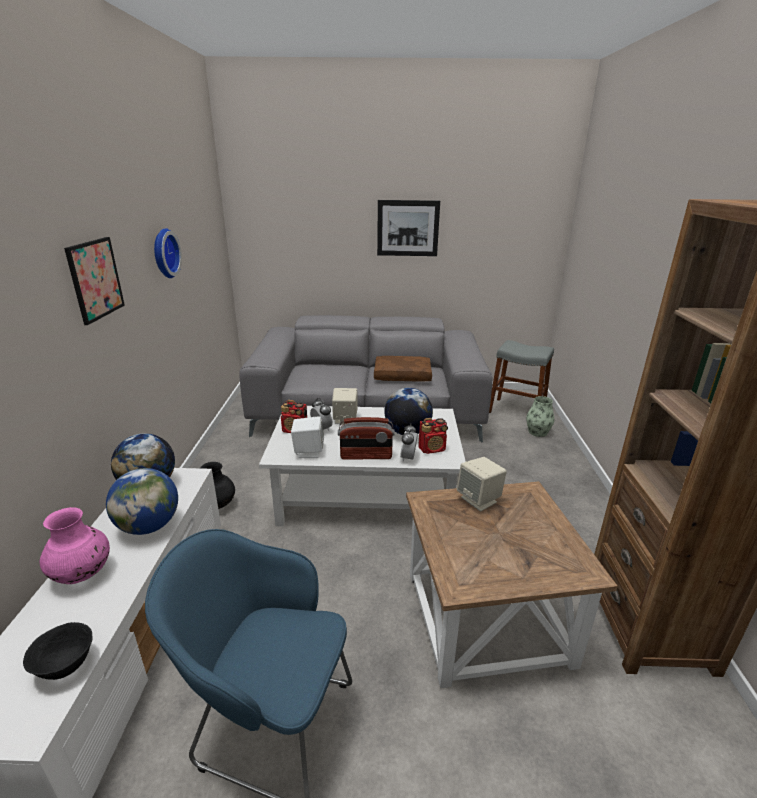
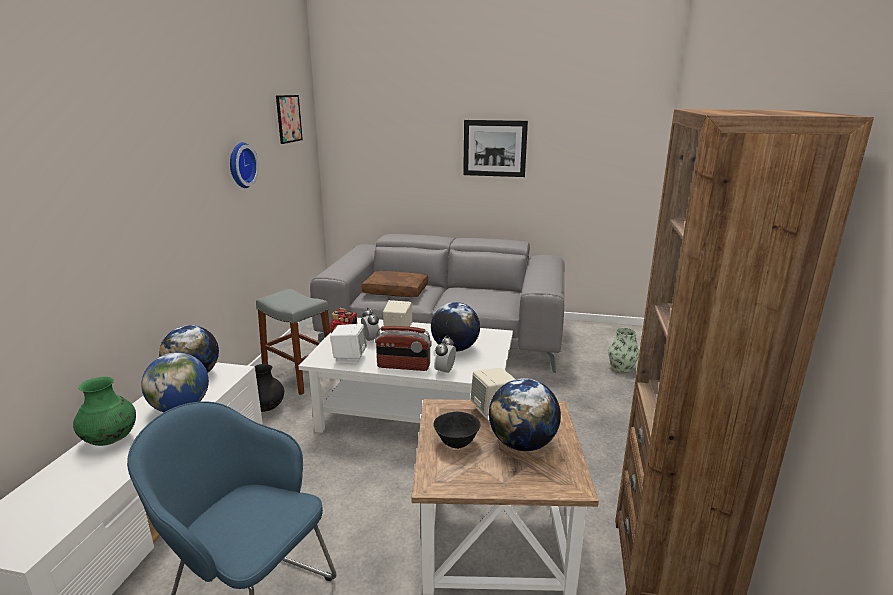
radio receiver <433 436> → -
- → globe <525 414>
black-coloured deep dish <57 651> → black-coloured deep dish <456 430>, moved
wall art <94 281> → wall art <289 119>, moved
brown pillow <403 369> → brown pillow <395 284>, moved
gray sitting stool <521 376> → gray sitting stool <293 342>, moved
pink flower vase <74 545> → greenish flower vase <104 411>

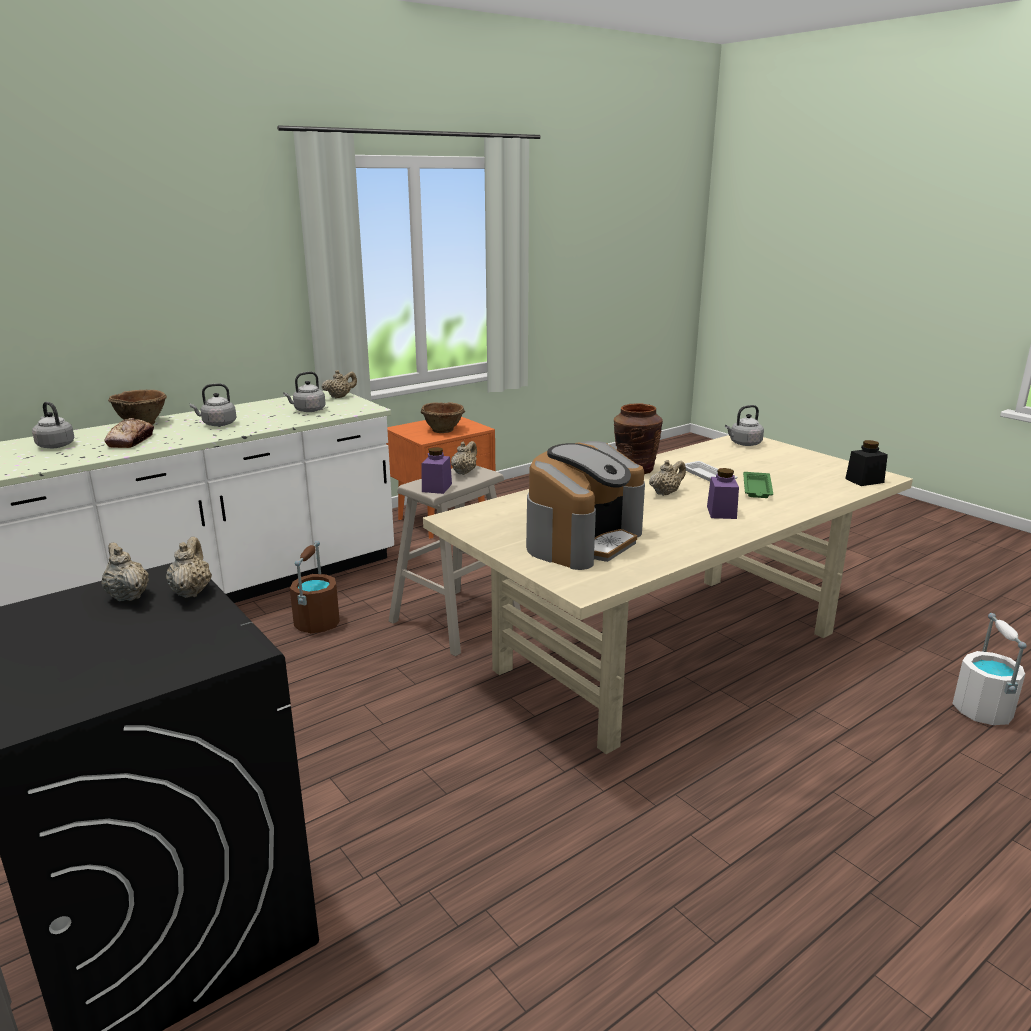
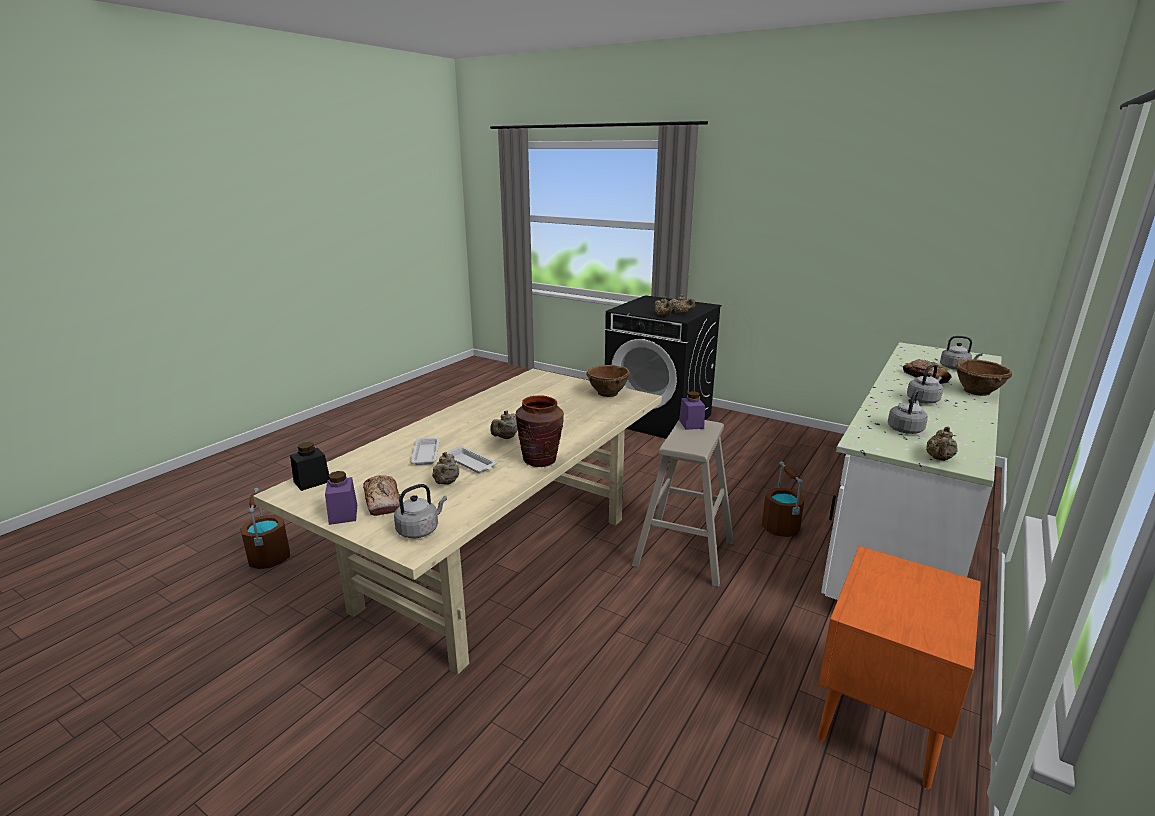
coffee machine <585 505> → -
- → baked bread <381 495>
brown deep dish <443 417> → brown deep dish <608 381>, moved
sand-coloured pot for tea <464 458> → sand-coloured pot for tea <445 468>, moved
purplish storage jar <723 493> → purplish storage jar <341 498>, moved
greenish serving tray <758 485> → whitish serving tray <425 451>
whitish pail <989 669> → brown pail <265 528>

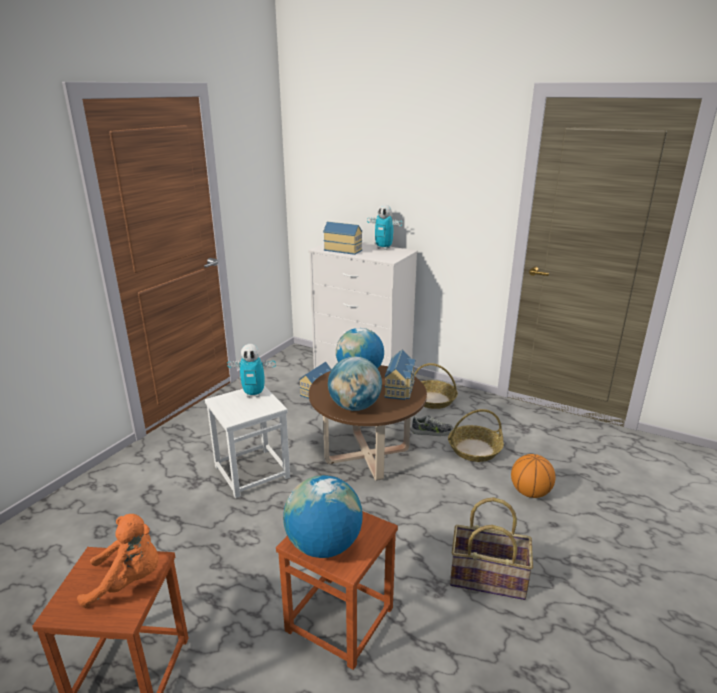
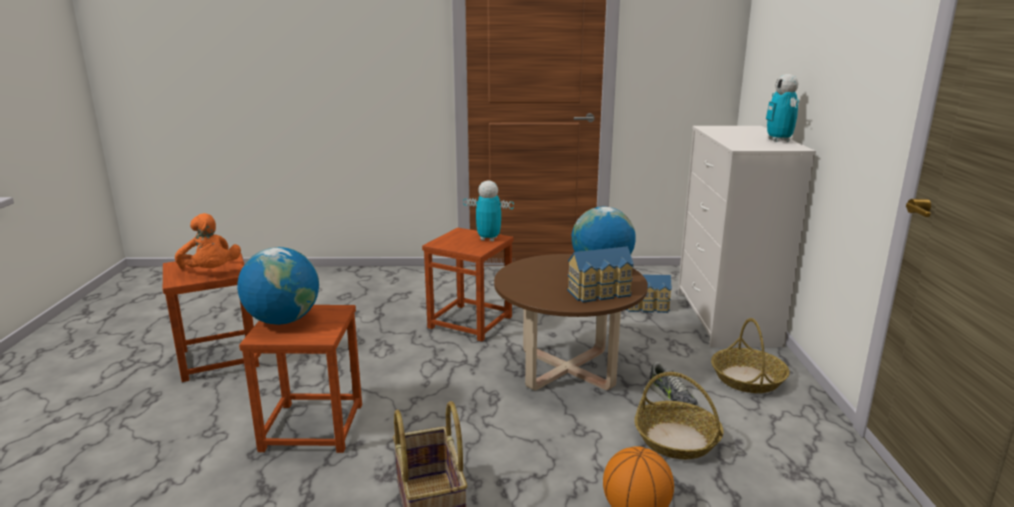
toy house <342 238> → -
globe <355 384> → -
whitish sitting stool <247 442> → brown sitting stool <468 284>
toy robot <251 370> → toy robot <488 210>, 135 degrees clockwise

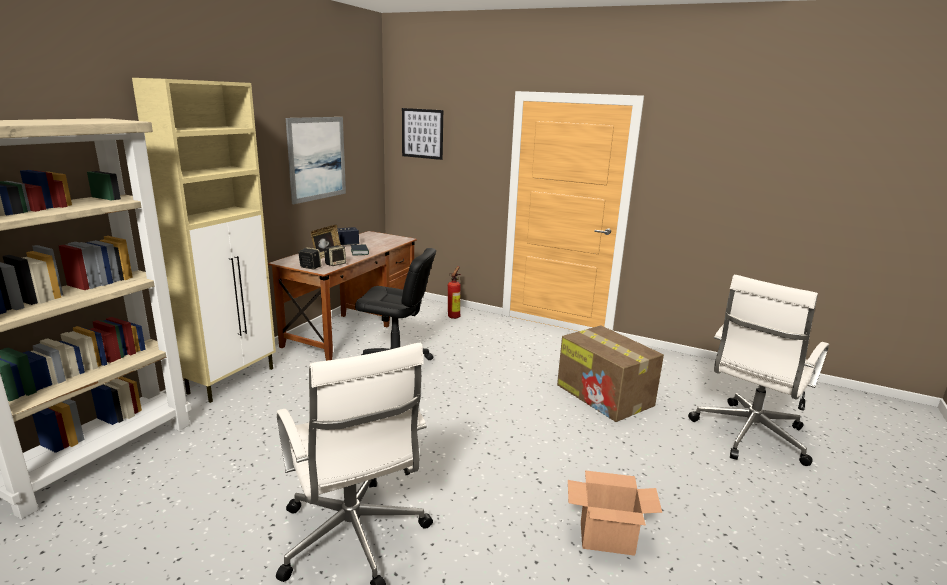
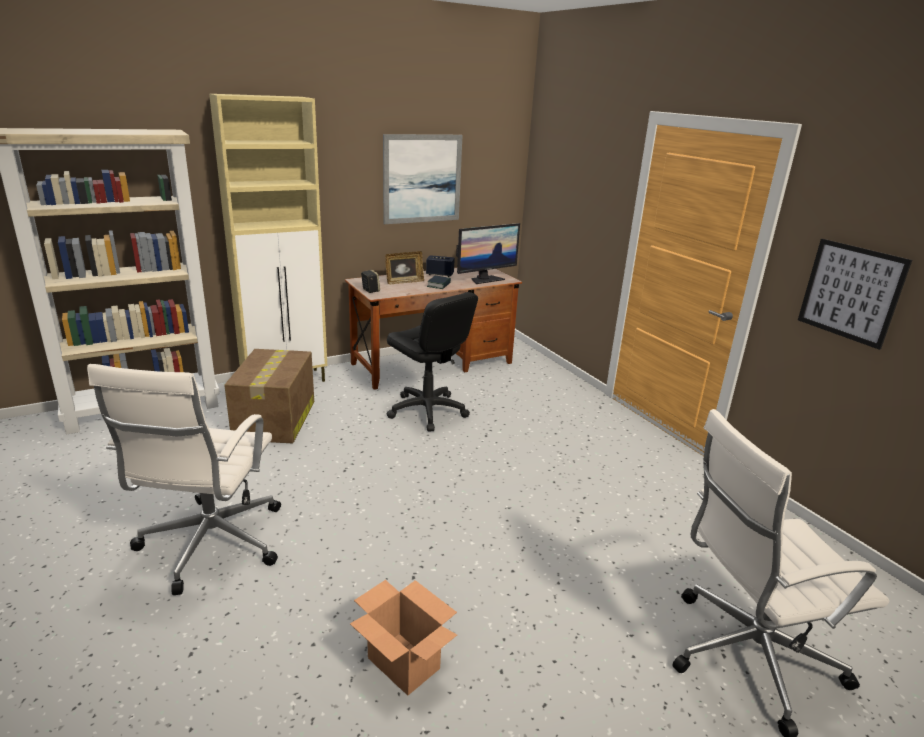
audio speaker <335 255> → -
fire extinguisher <454 293> → -
- → monitor <488 253>
wall art <422 134> → wall art <855 294>, moved
carton <610 373> → carton <269 396>, moved

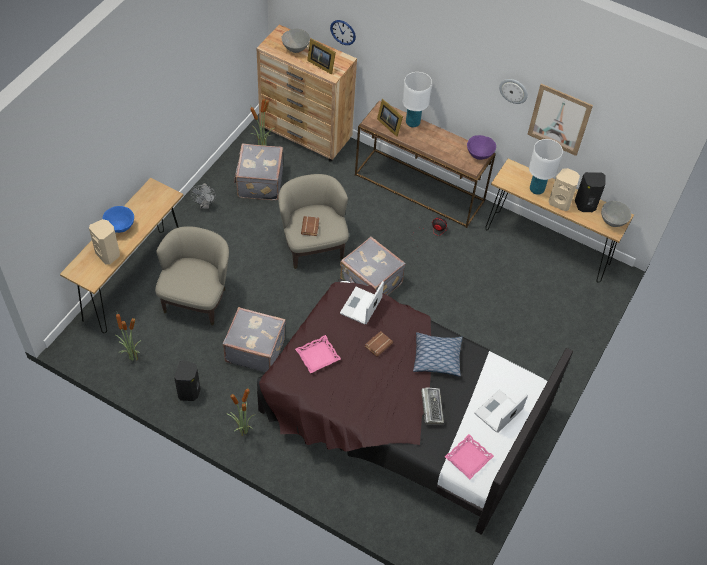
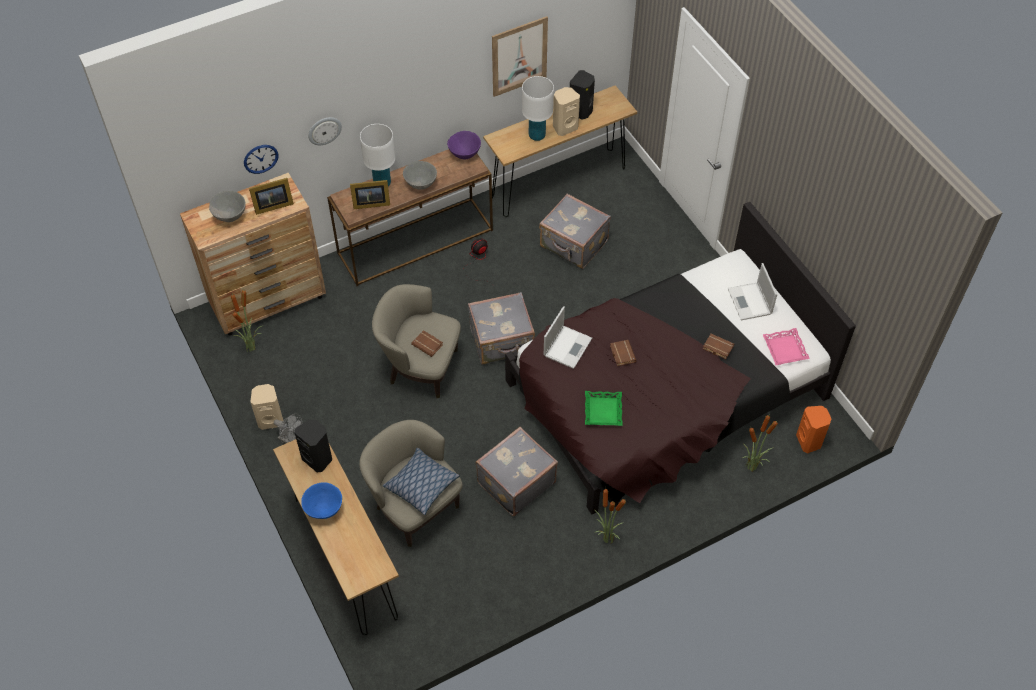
- → orange-coloured audio speaker <813 429>
sand-coloured audio speaker <104 242> → sand-coloured audio speaker <267 407>, moved
plant in a pot <129 337> → plant in a pot <760 442>, moved
black-coloured audio speaker <187 380> → black-coloured audio speaker <313 446>, moved
gray travel case <258 171> → gray travel case <575 231>, moved
pillow <437 354> → pillow <421 481>, moved
hanging clock <513 91> → hanging clock <325 131>, moved
gray deep dish <616 214> → gray deep dish <420 175>, moved
PC keyboard <432 406> → brown volume <718 346>
pink serving tray <318 354> → greenish serving tray <604 408>
notebook computer <362 303> → notebook computer <568 337>, 120 degrees counterclockwise

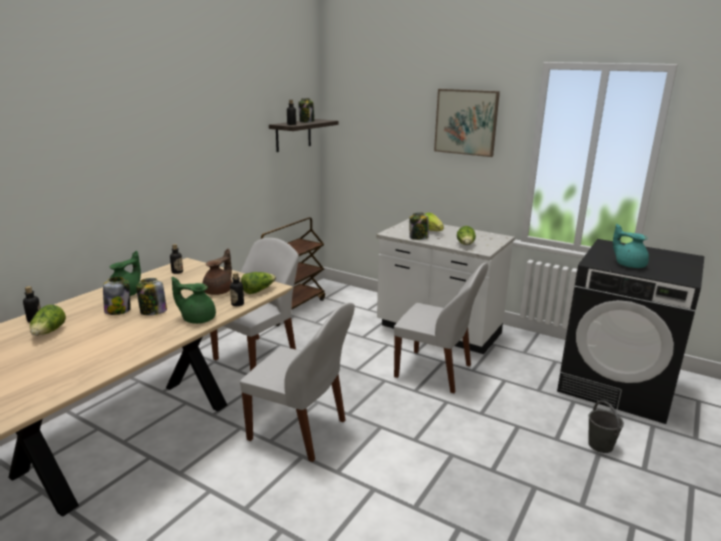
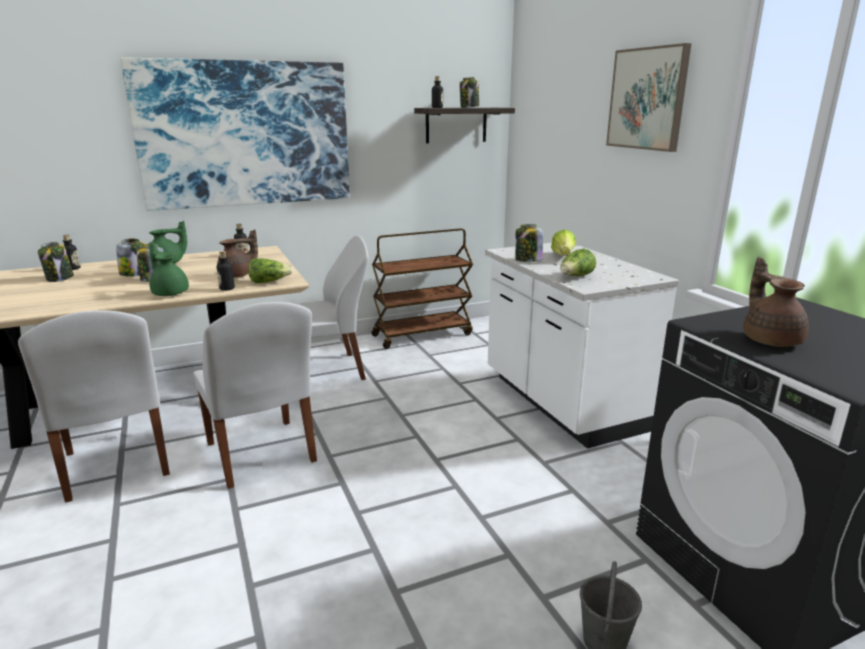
- → wall art <235 134>
whitish chair <441 327> → whitish chair <94 407>, moved
lettuce head <48 320> → storage jar <56 262>
turquoise pot for tea <631 246> → brown pot for tea <776 302>

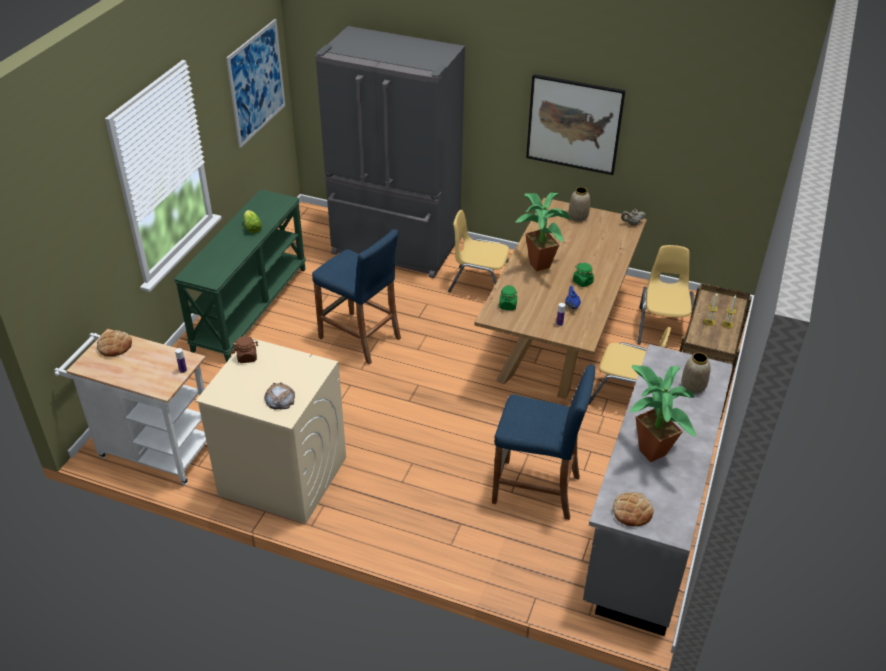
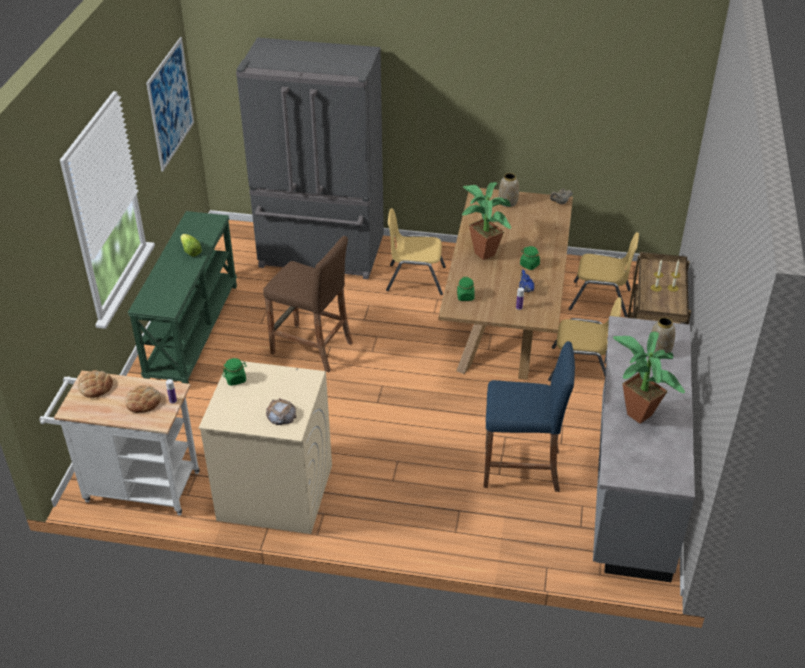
wall art <576 124> → -
baked bread <633 509> → baked bread <143 399>, moved
brown storage jar <245 349> → greenish storage jar <234 372>
blue sitting stool <356 297> → brown sitting stool <308 304>
yellow-coloured chair <666 295> → yellow-coloured chair <604 274>, 105 degrees clockwise

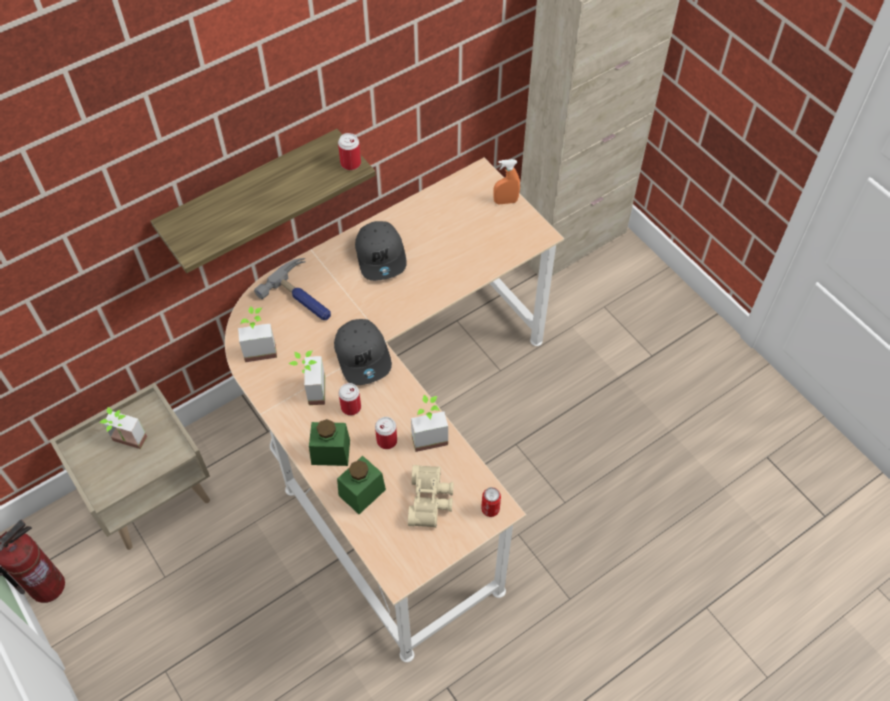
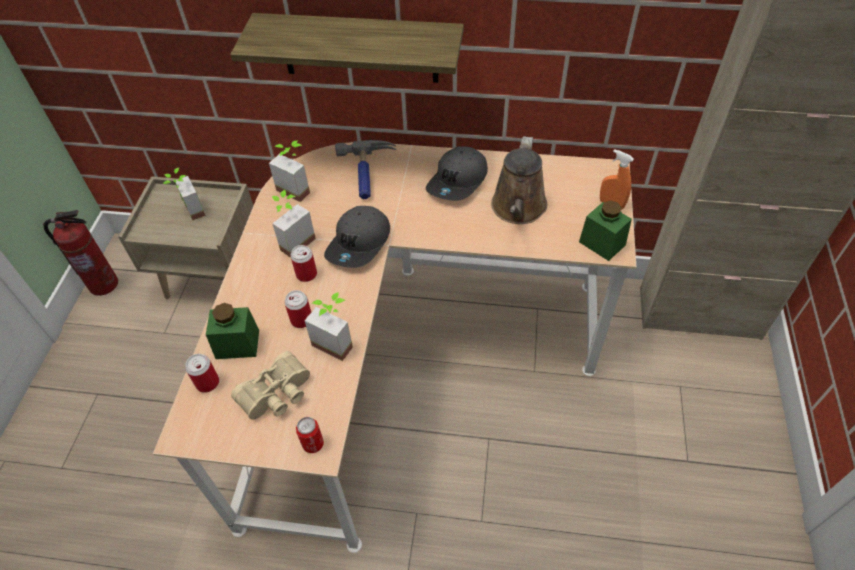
- → brown watering can <519 180>
greenish storage jar <329 442> → greenish storage jar <605 231>, moved
sealed can <349 151> → sealed can <202 373>, moved

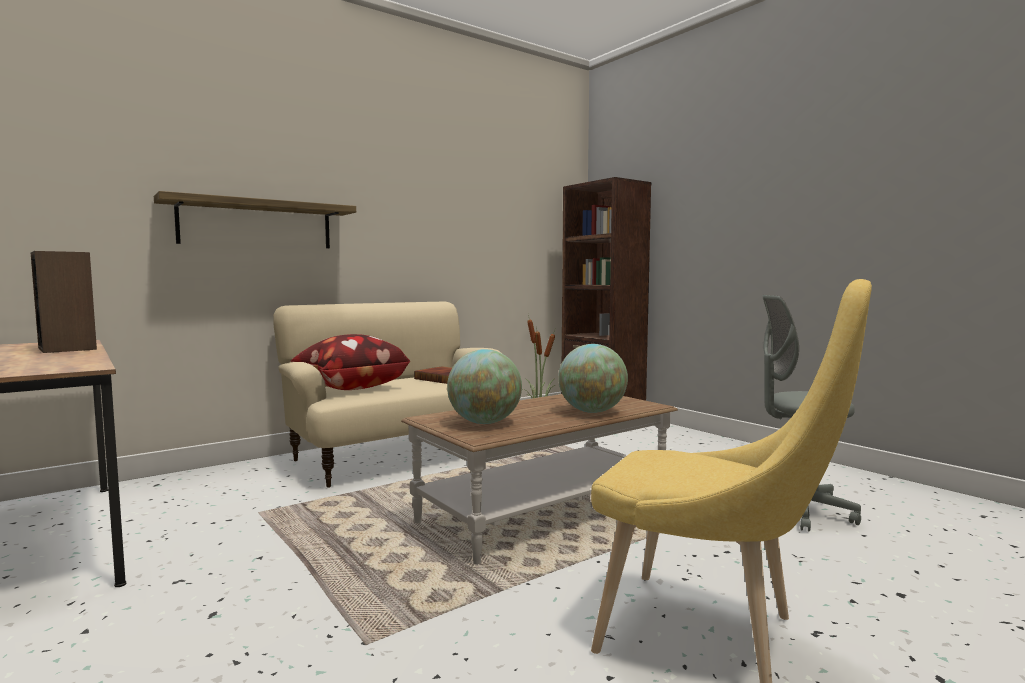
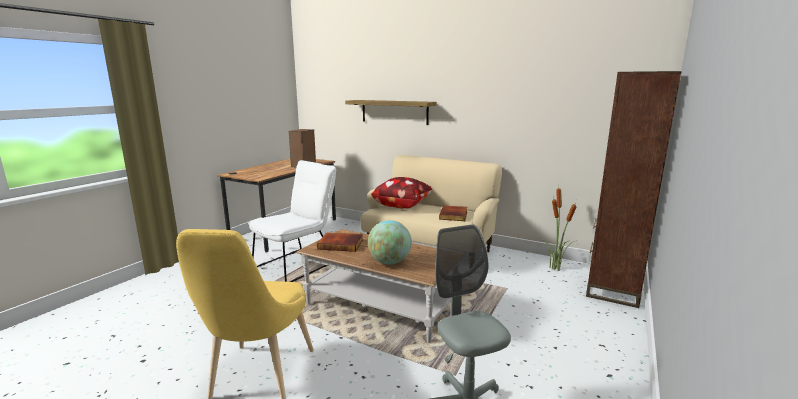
- → whitish chair <292 221>
globe <484 386> → volume <340 242>

